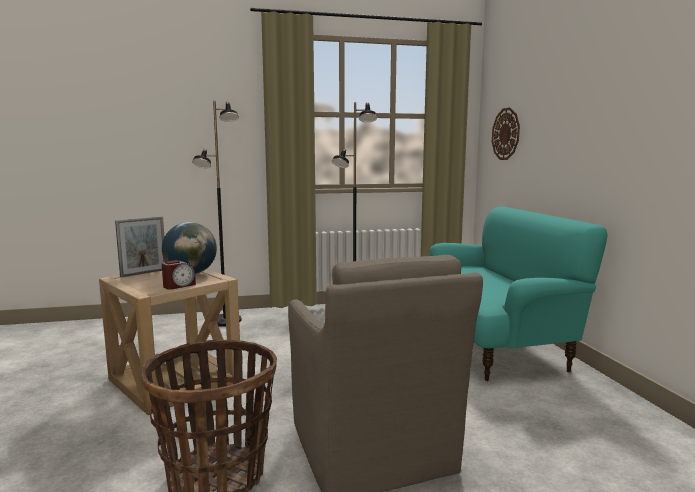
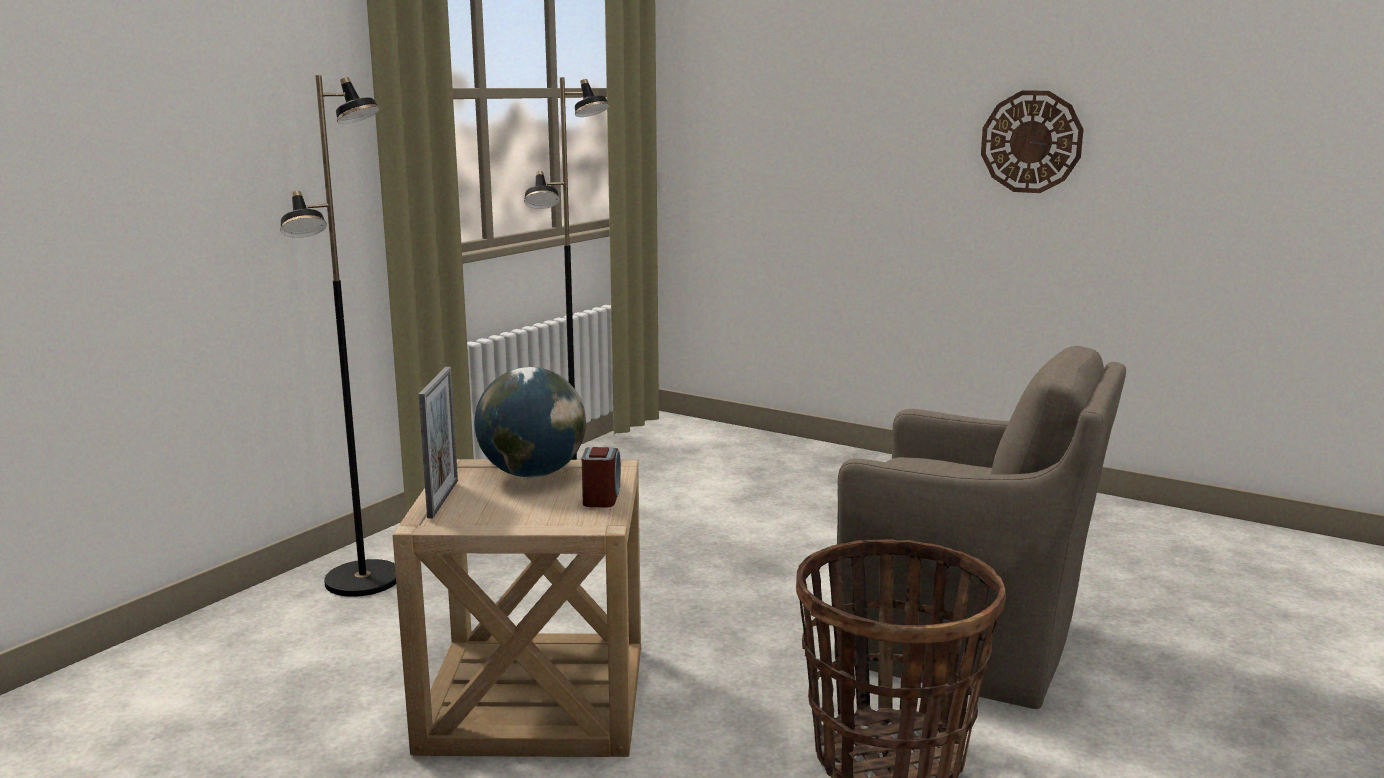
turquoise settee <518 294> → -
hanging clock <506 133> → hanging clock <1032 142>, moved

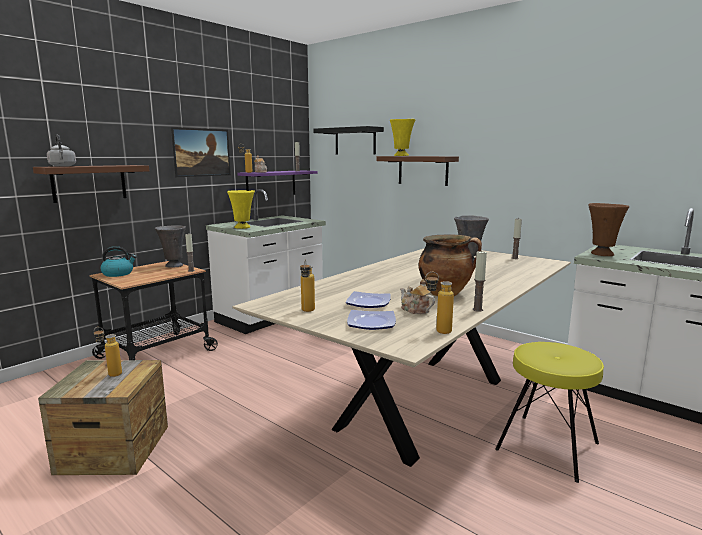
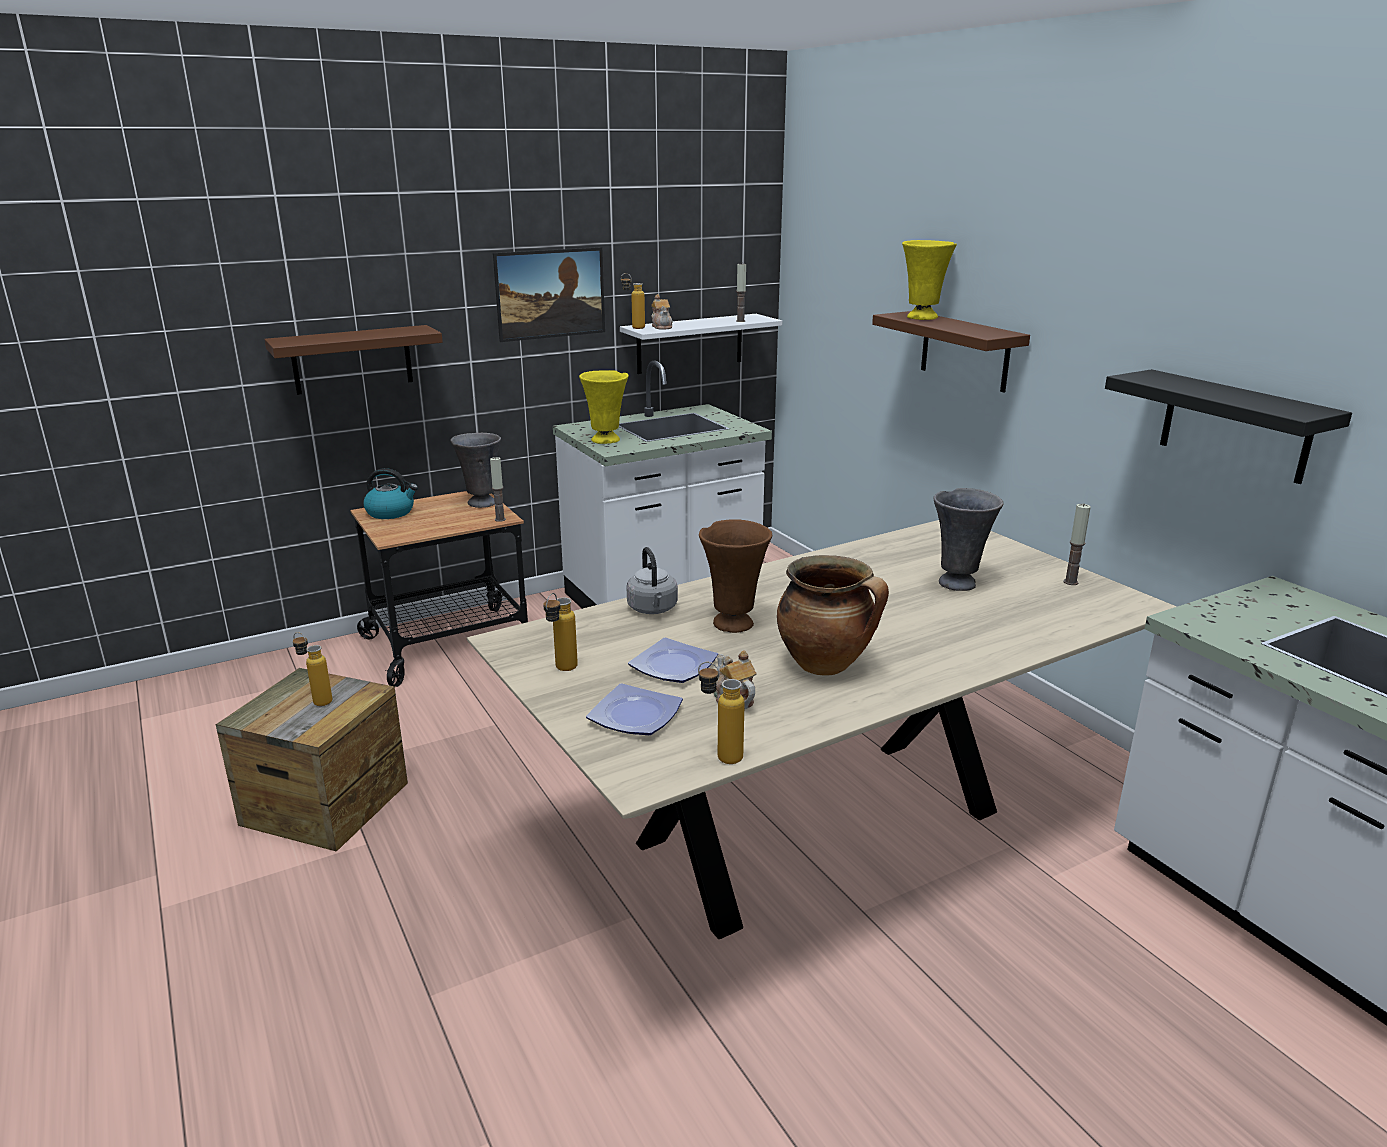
wax light <480 281> → -
yellow-coloured sitting stool <549 412> → -
gray water kettle <61 151> → gray water kettle <652 580>, moved
black-coloured shelf <349 140> → black-coloured shelf <1228 426>, moved
brown flower vase <608 229> → brown flower vase <735 576>, moved
purplish shelf <277 182> → whitish shelf <701 344>

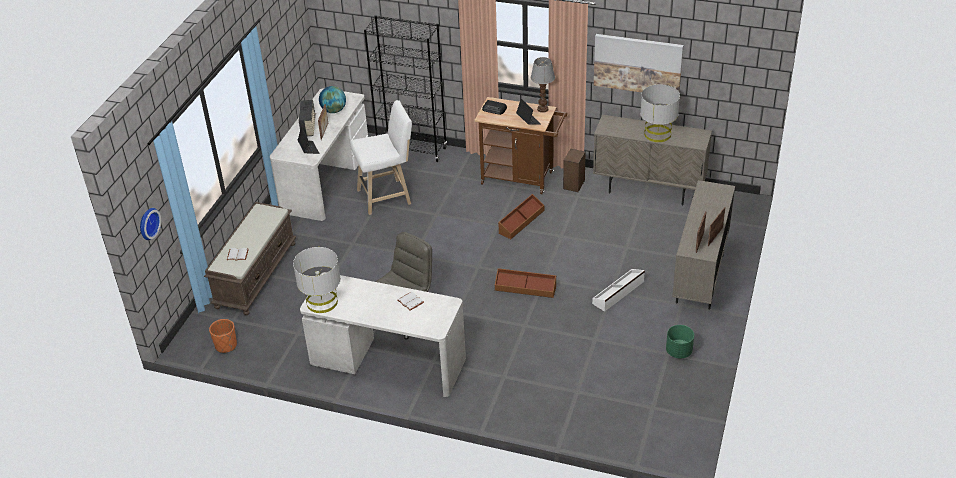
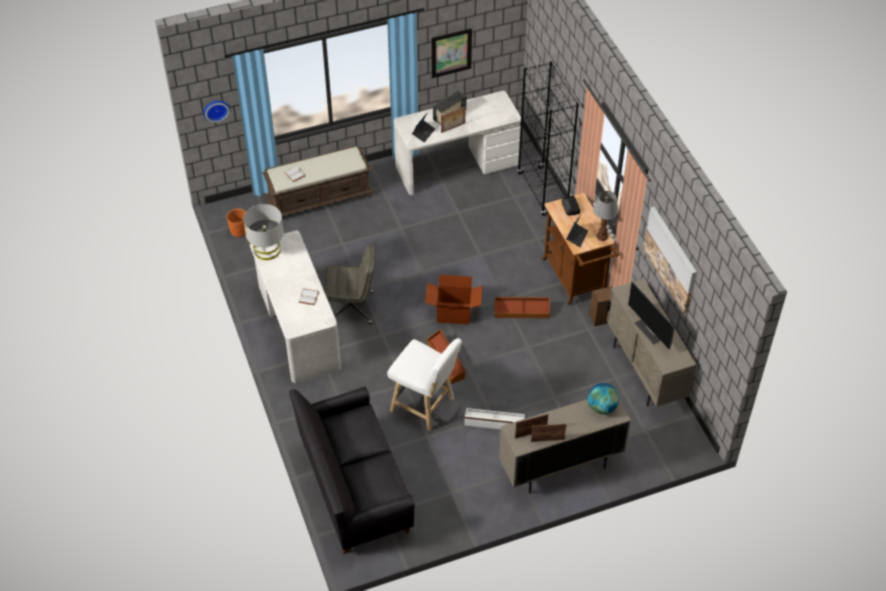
greenish flower pot <680 342> → -
- → black-coloured settee <352 470>
- → carton <454 300>
- → wall art <452 53>
globe <332 99> → globe <603 398>, moved
whitish sitting stool <381 157> → whitish sitting stool <424 384>, moved
gray table lamp <660 113> → monitor <651 316>

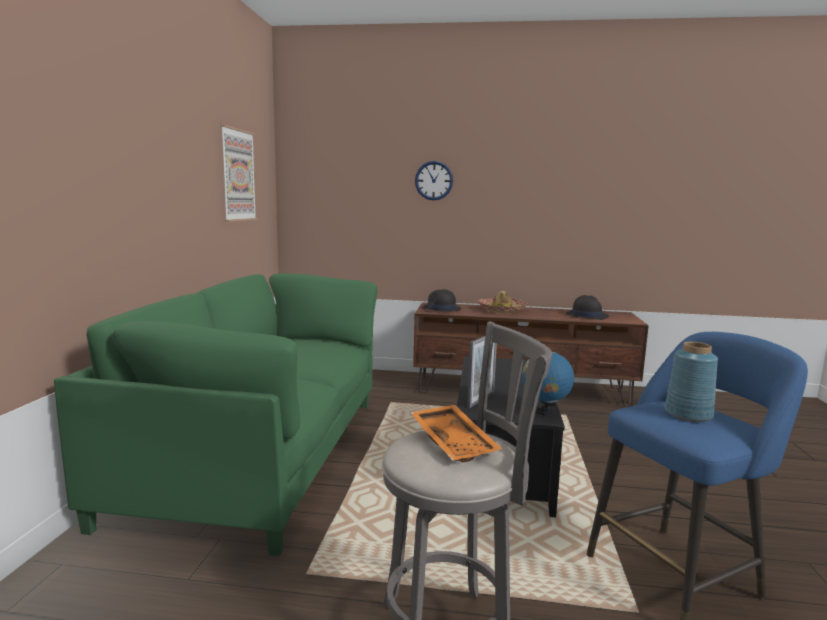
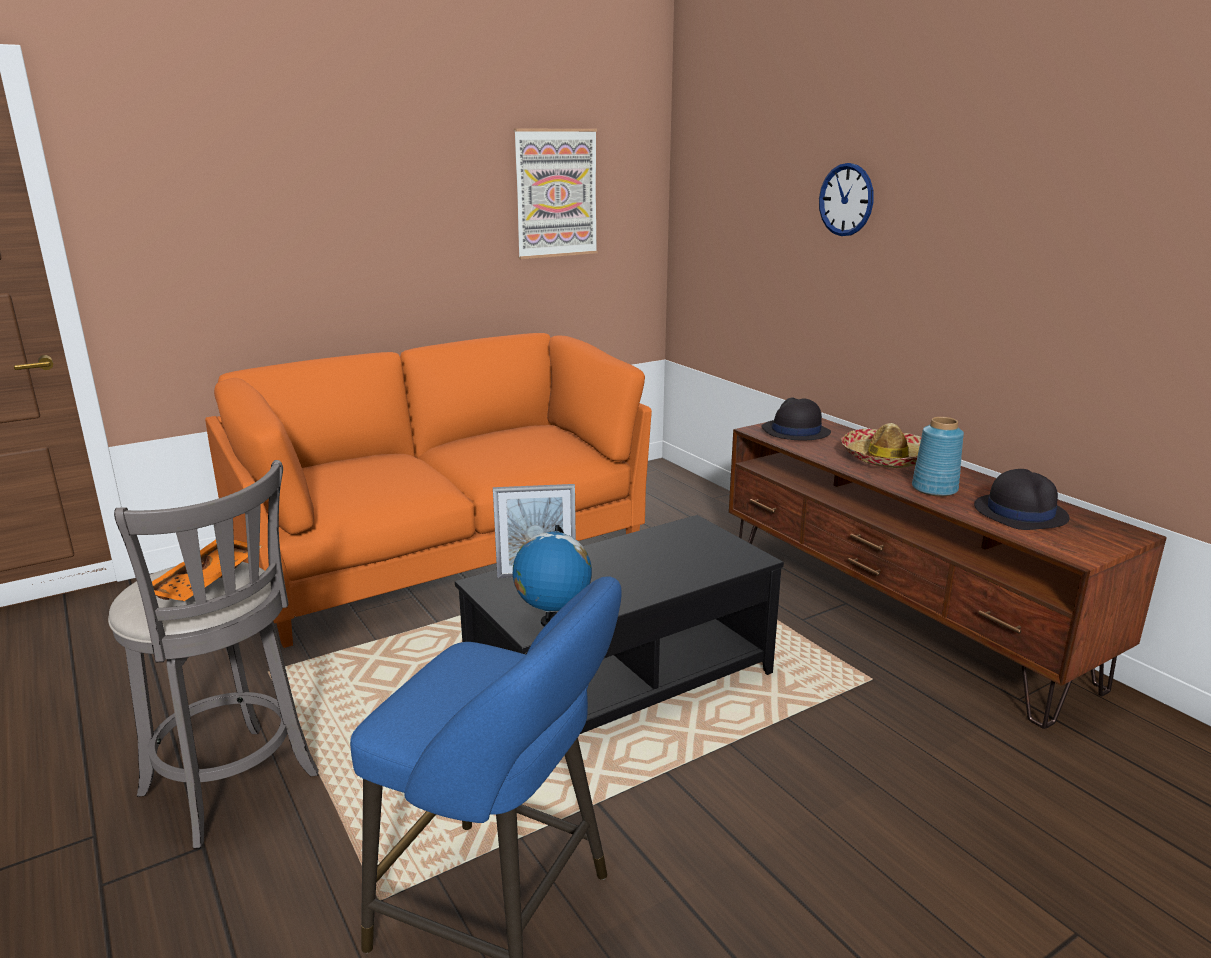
blue flower vase <691 382> → blue flower vase <938 456>, moved
greenish settee <215 414> → orange-coloured settee <428 490>

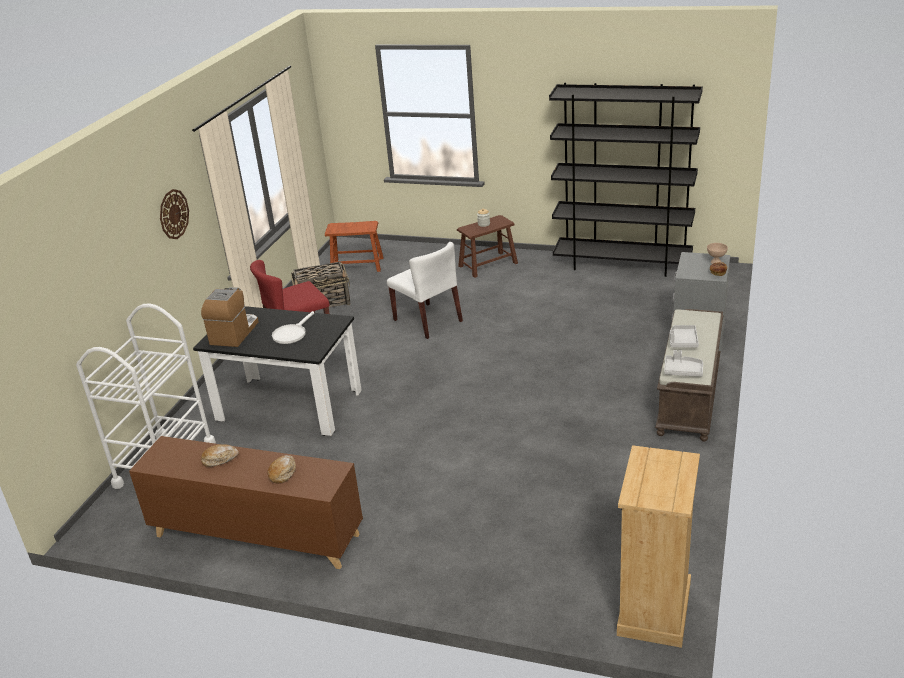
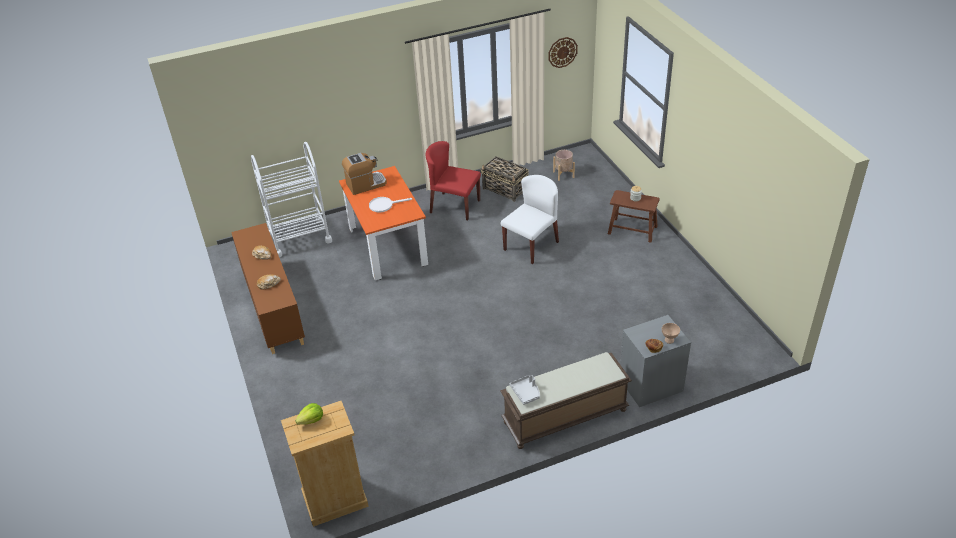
black-coloured bookshelf <626 180> → -
gray serving tray <684 336> → -
- → lettuce head <309 414>
hanging clock <174 214> → hanging clock <563 52>, moved
brown sitting stool <354 246> → sand-coloured flower pot <564 165>
black-coloured kitchen table <277 371> → orange-coloured kitchen table <383 223>
whitish chair <425 290> → whitish chair <530 219>, 150 degrees counterclockwise

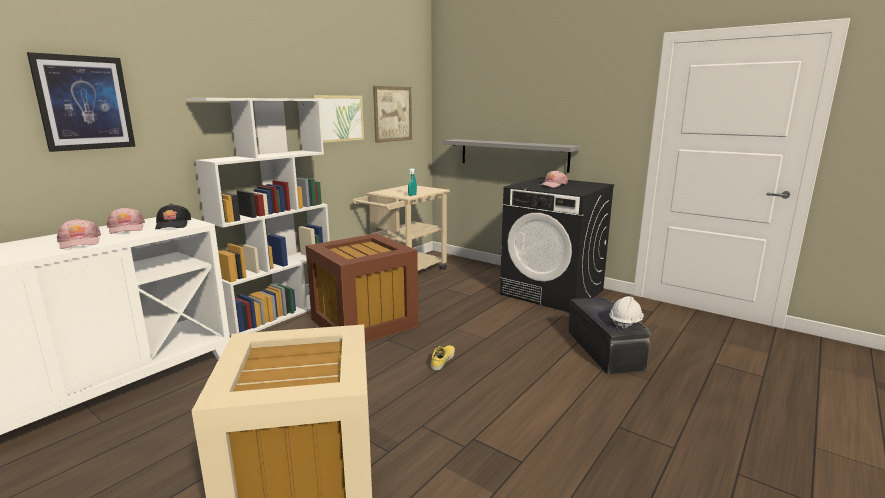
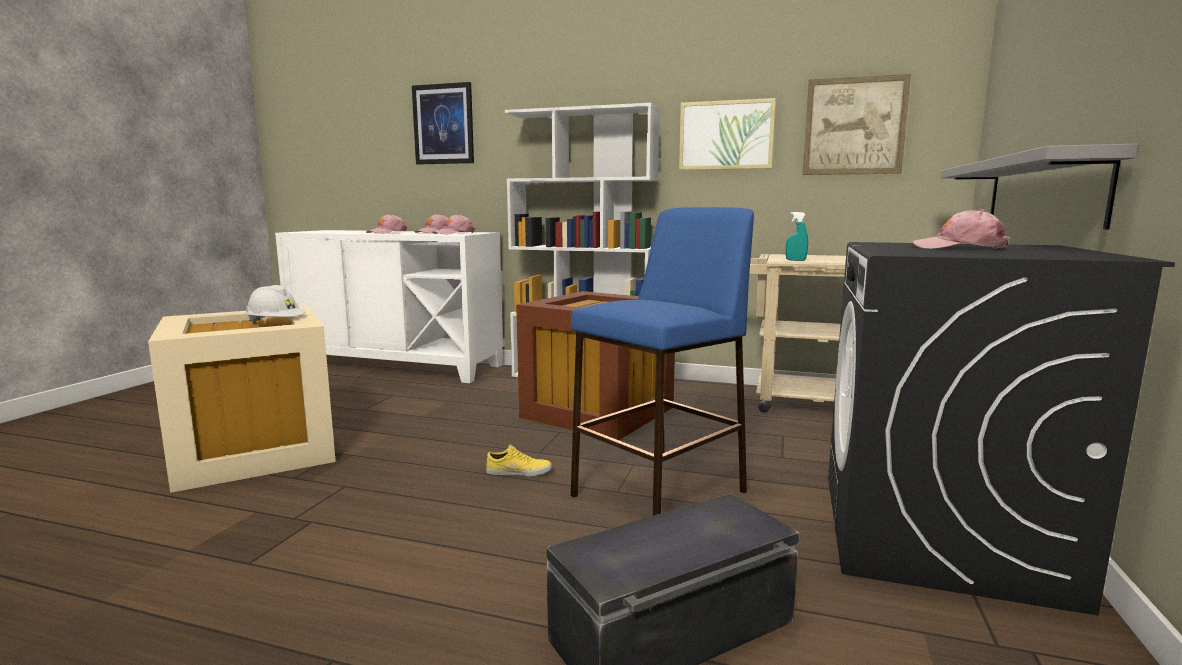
- → blue sitting stool <662 361>
whitish work helmet <626 313> → whitish work helmet <275 304>, moved
black-coloured baseball cap <173 217> → pink baseball cap <453 224>

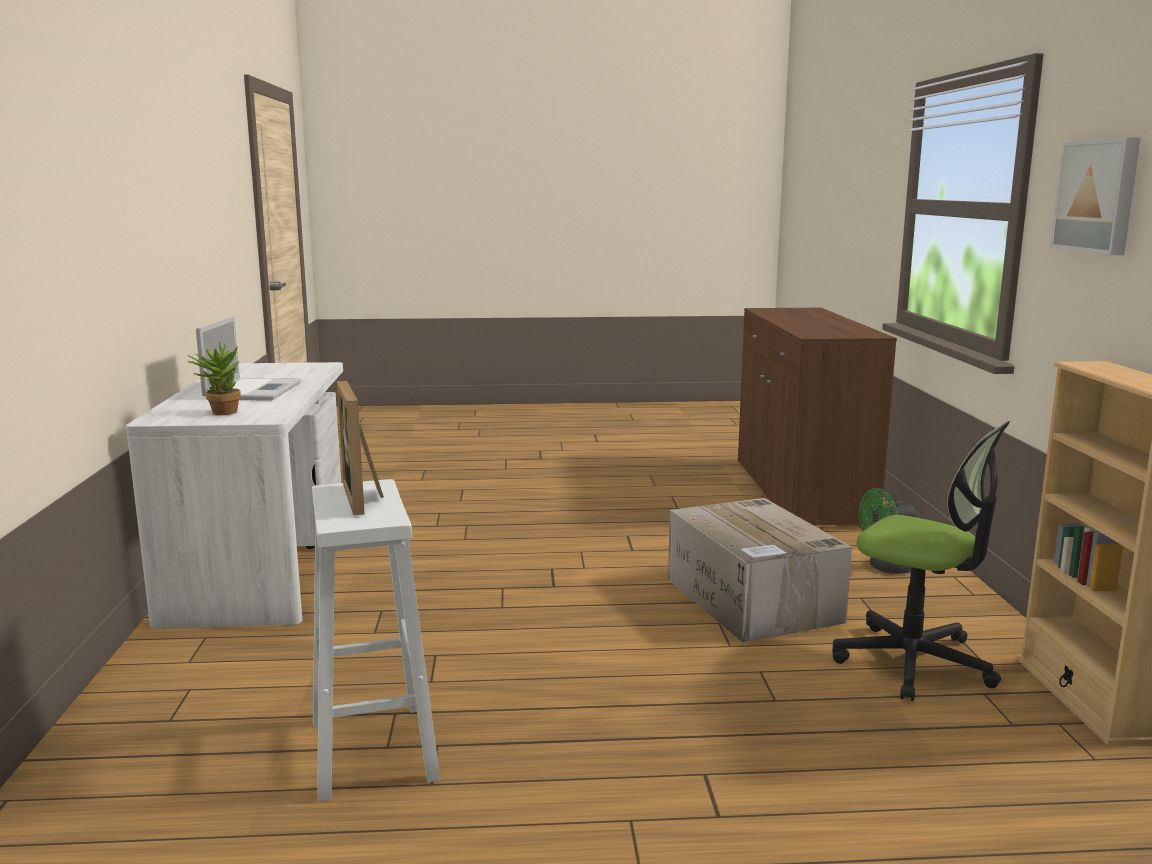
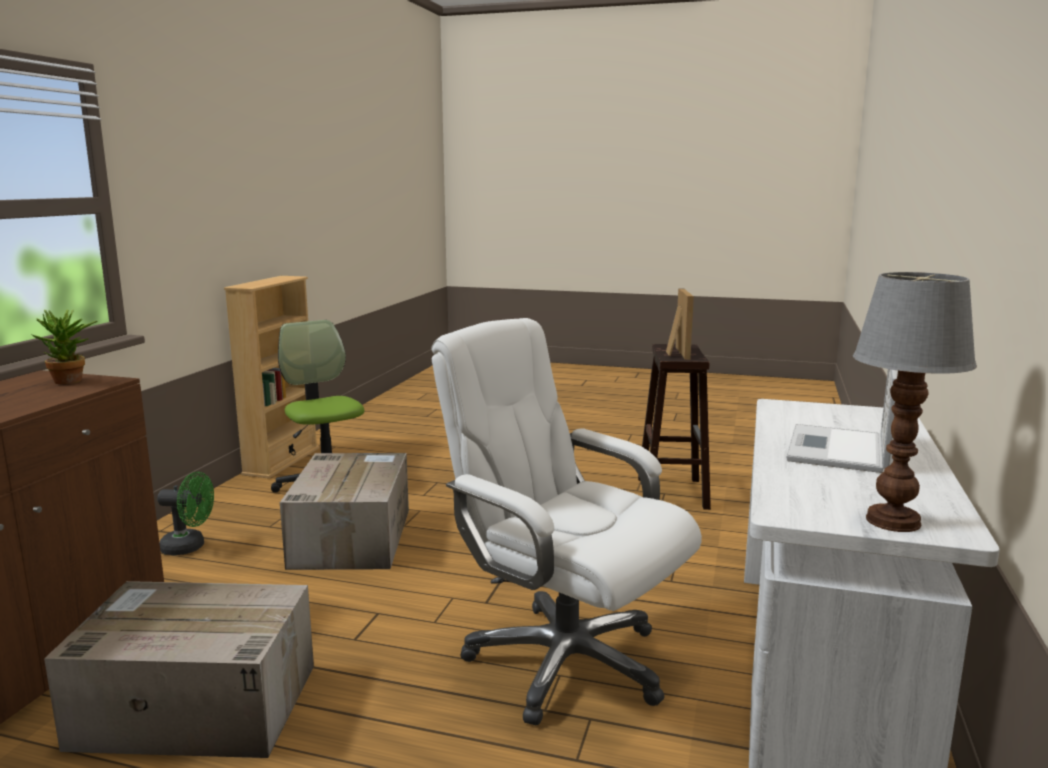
wall art <1095 196> → -
- → carton <179 669>
- → whitish desk chair <566 521>
- → table lamp <915 402>
plant in a pot <214 378> → plant in a pot <64 346>, moved
whitish sitting stool <376 640> → brown sitting stool <674 427>

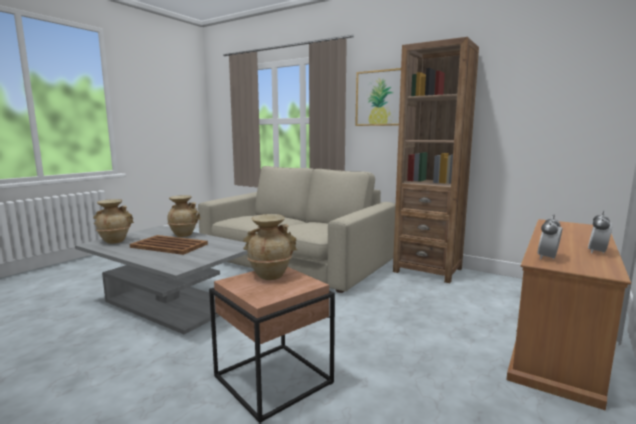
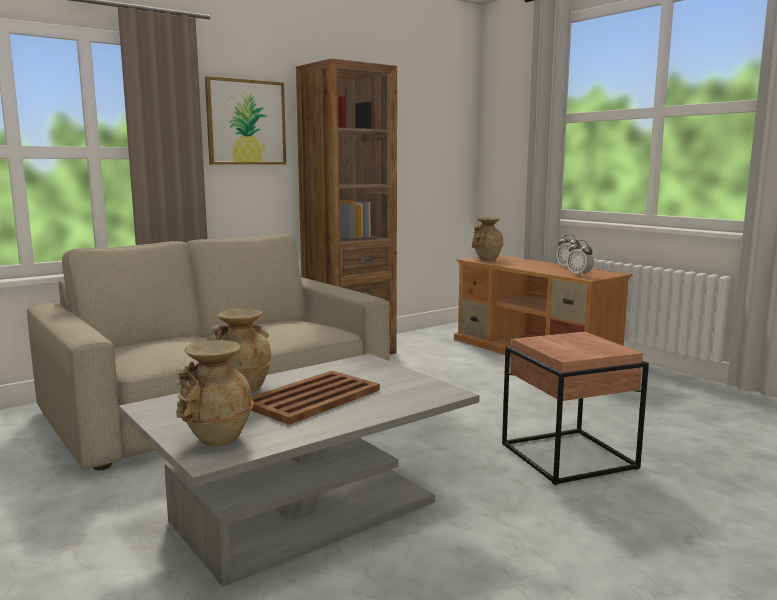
sand-coloured flower vase <270 247> → sand-coloured flower vase <488 238>, moved

